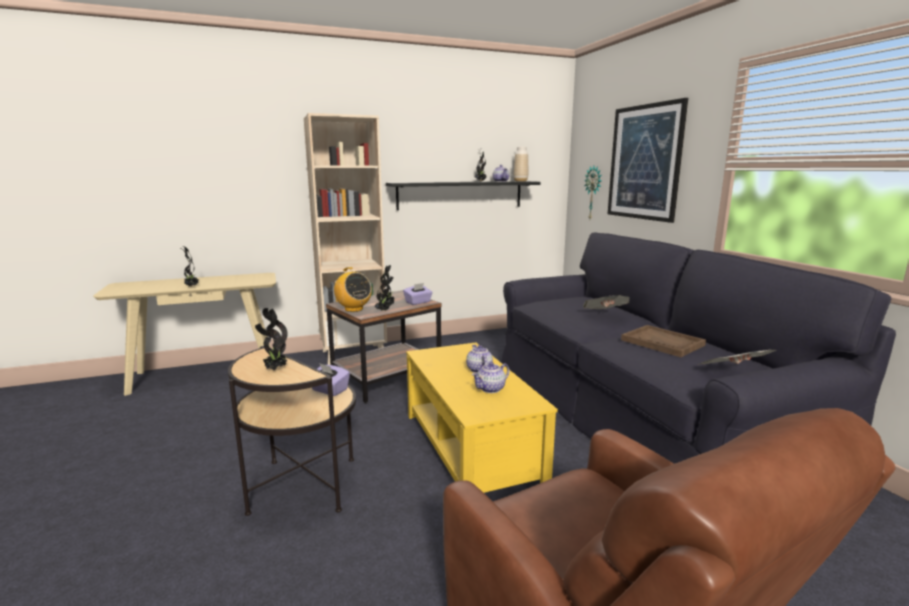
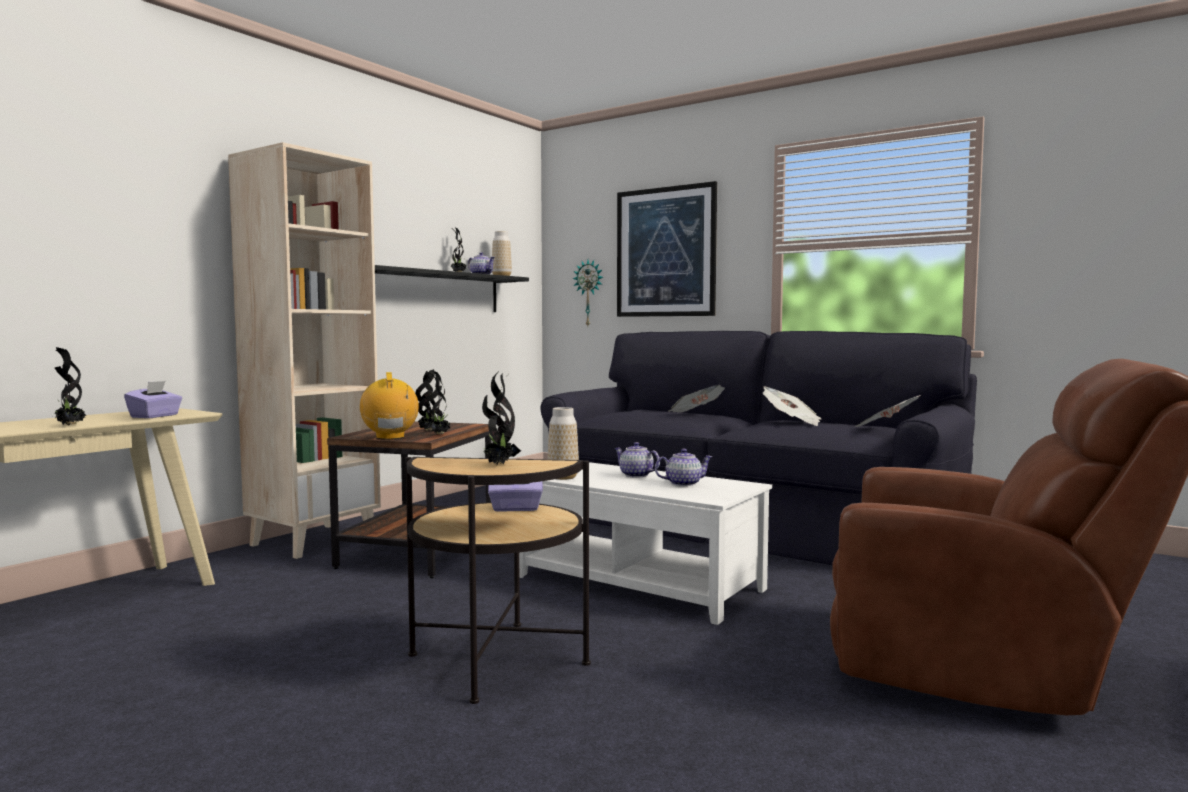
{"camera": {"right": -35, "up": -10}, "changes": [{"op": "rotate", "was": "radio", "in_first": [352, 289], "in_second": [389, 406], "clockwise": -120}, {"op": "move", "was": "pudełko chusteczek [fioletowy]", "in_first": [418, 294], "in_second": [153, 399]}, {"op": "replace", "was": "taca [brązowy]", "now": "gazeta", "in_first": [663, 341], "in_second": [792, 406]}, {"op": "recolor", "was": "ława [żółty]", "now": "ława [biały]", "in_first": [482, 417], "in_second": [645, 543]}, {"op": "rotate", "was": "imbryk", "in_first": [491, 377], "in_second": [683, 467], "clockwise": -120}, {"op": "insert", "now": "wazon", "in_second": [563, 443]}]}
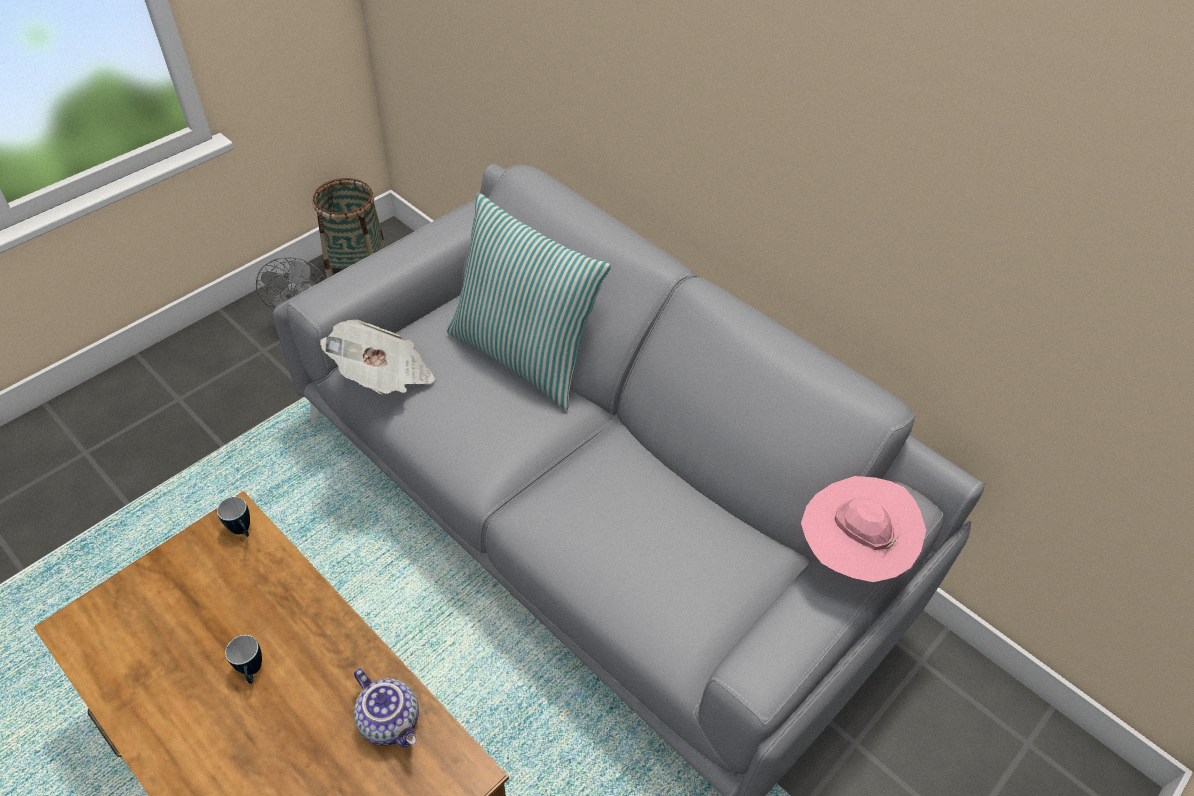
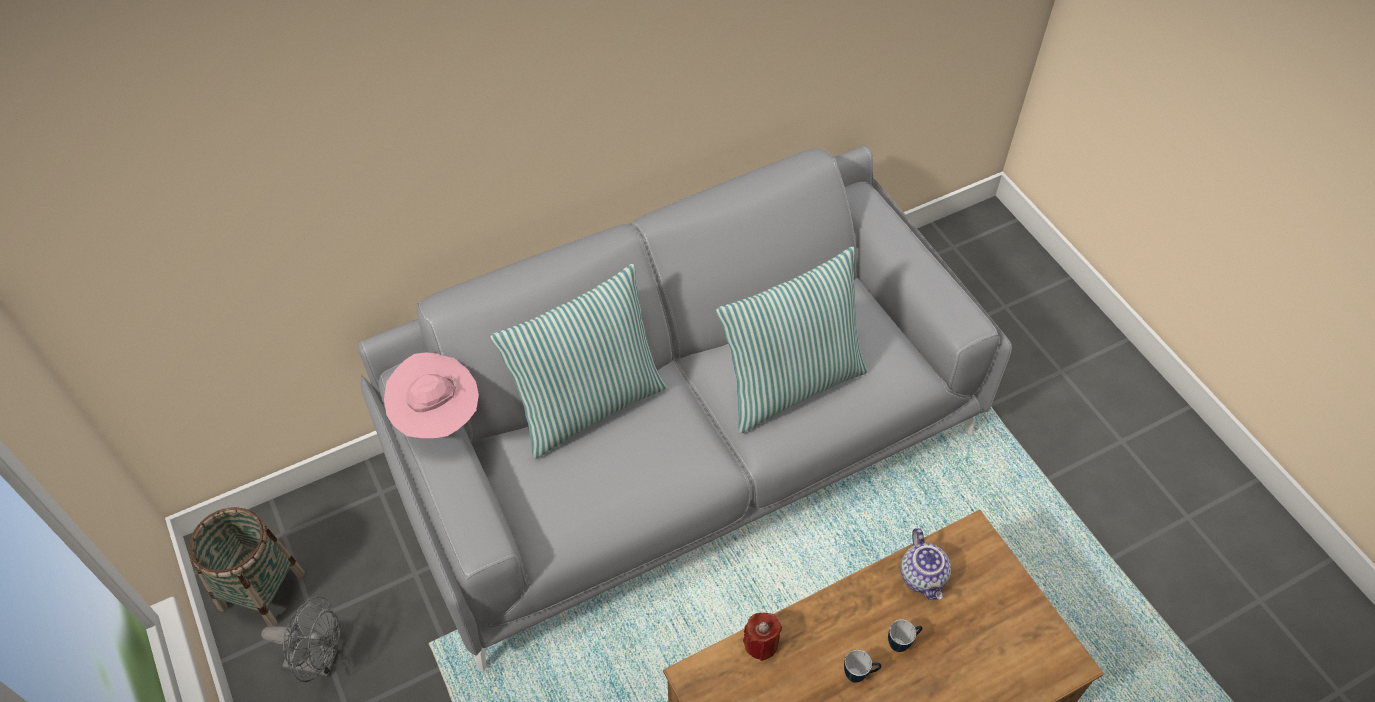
{"camera": {"right": -70, "up": 5}, "changes": [{"op": "delete", "was": "gazeta", "in_first": [378, 357]}, {"op": "move", "was": "kapelusz [różowy]", "in_first": [863, 529], "in_second": [431, 395]}, {"op": "move", "was": "kubek", "in_first": [233, 517], "in_second": [905, 635]}, {"op": "rotate", "was": "imbryk", "in_first": [386, 707], "in_second": [926, 564], "clockwise": 105}, {"op": "insert", "now": "poduszka", "in_second": [792, 340]}, {"op": "insert", "now": "świeca [czerwony]", "in_second": [762, 637]}]}
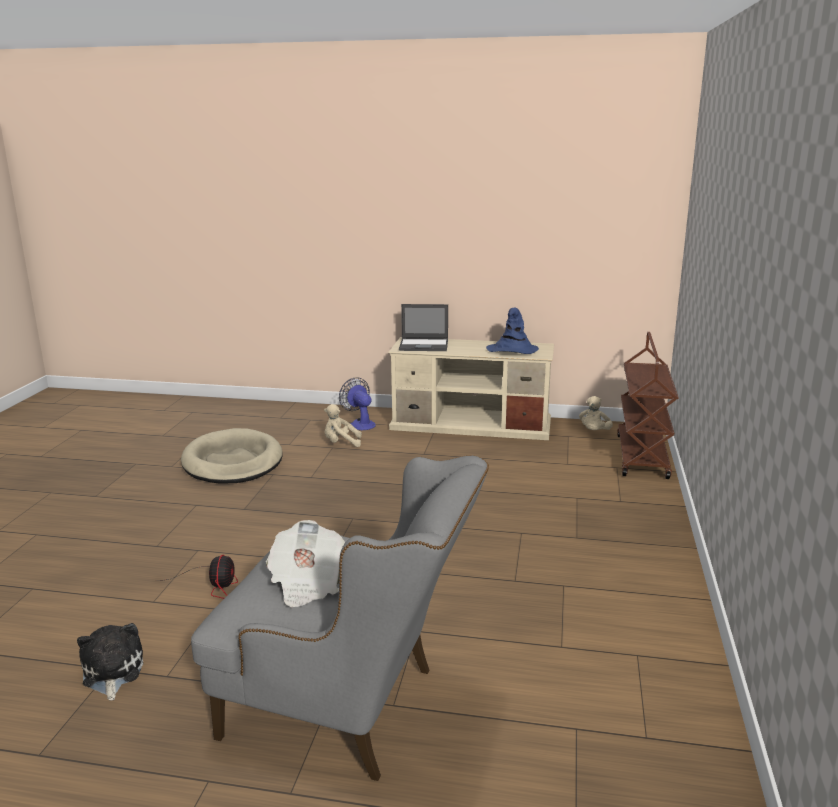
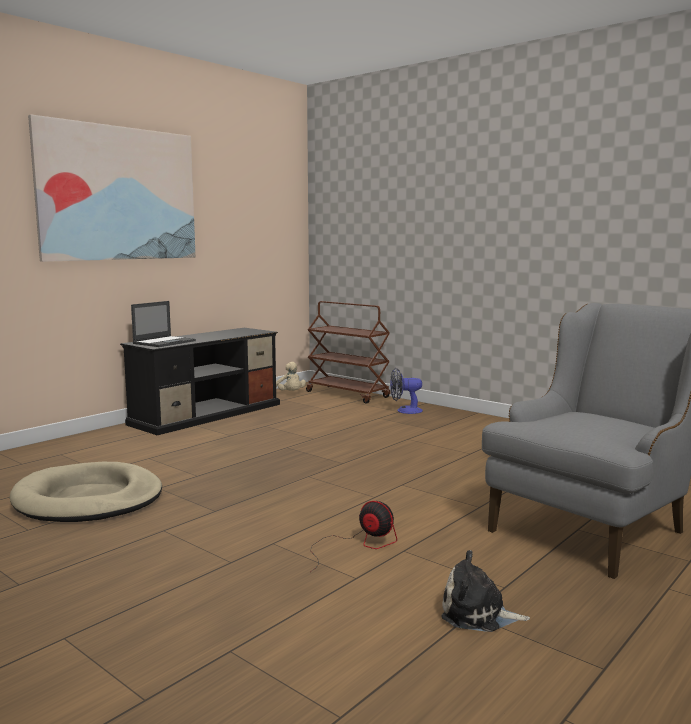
{"camera": {"right": -60, "up": -10}, "changes": [{"op": "delete", "was": "kapelusz [niebieski]", "in_first": [512, 331]}, {"op": "recolor", "was": "szafka pod telewizor [beżowy]", "now": "szafka pod telewizor [czarny]", "in_first": [471, 388], "in_second": [200, 381]}, {"op": "move", "was": "wentylator", "in_first": [357, 404], "in_second": [406, 391]}, {"op": "delete", "was": "pluszak [beżowy]", "in_first": [343, 425]}, {"op": "delete", "was": "gazeta", "in_first": [305, 563]}, {"op": "insert", "now": "obraz", "in_second": [111, 188]}]}
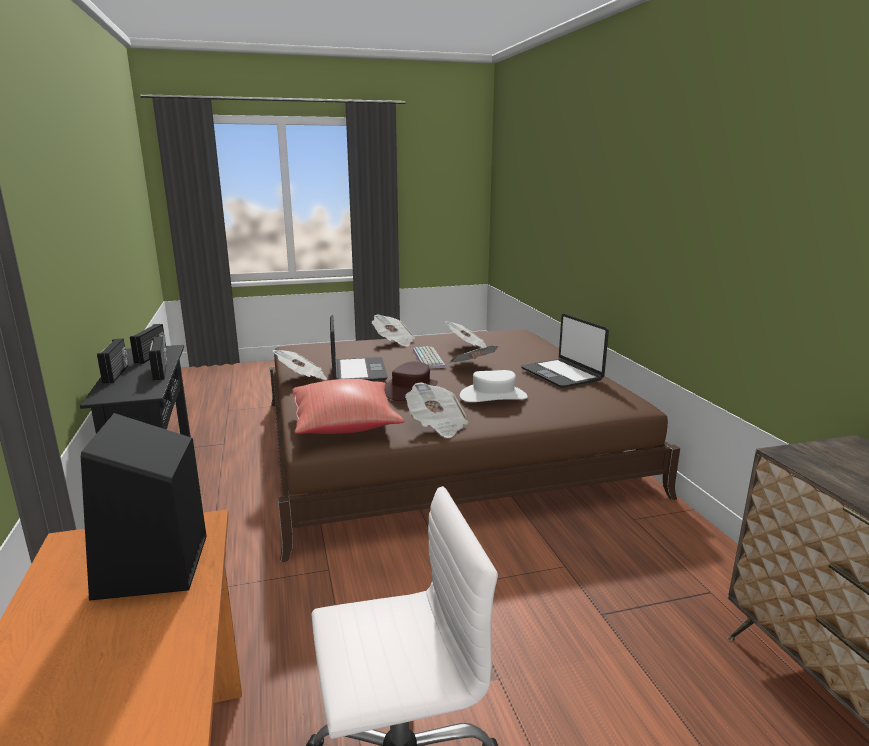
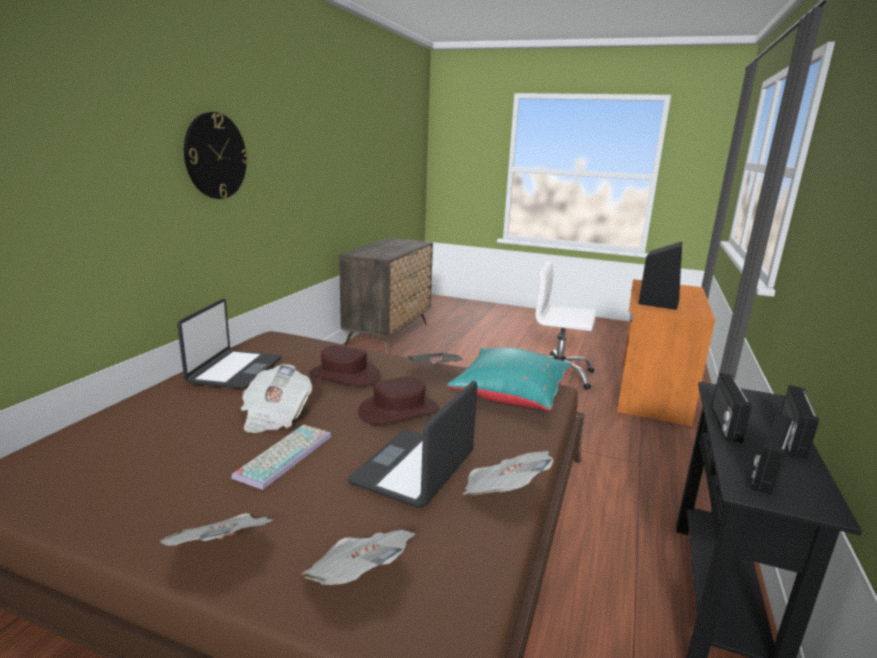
{"camera": {"right": -145, "up": 0}, "changes": [{"op": "move", "was": "gazeta", "in_first": [466, 334], "in_second": [358, 557]}, {"op": "recolor", "was": "kapelusz [biały]", "now": "kapelusz [brązowy]", "in_first": [494, 386], "in_second": [344, 365]}, {"op": "recolor", "was": "poduszka [czerwony]", "now": "poduszka [turkusowy]", "in_first": [348, 406], "in_second": [509, 379]}, {"op": "insert", "now": "zegar ścienny", "in_second": [216, 155]}]}
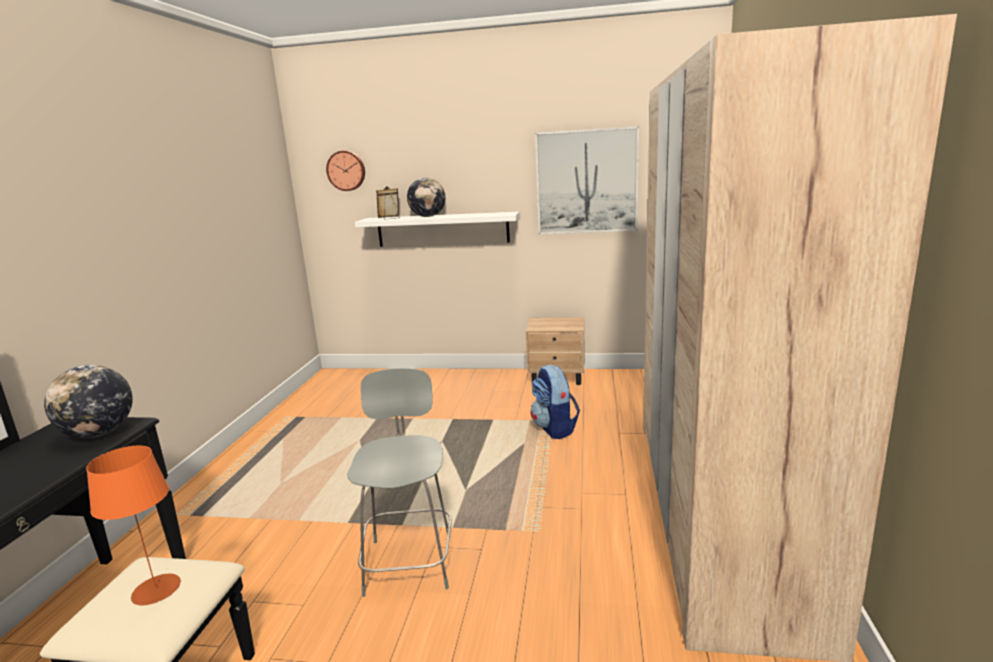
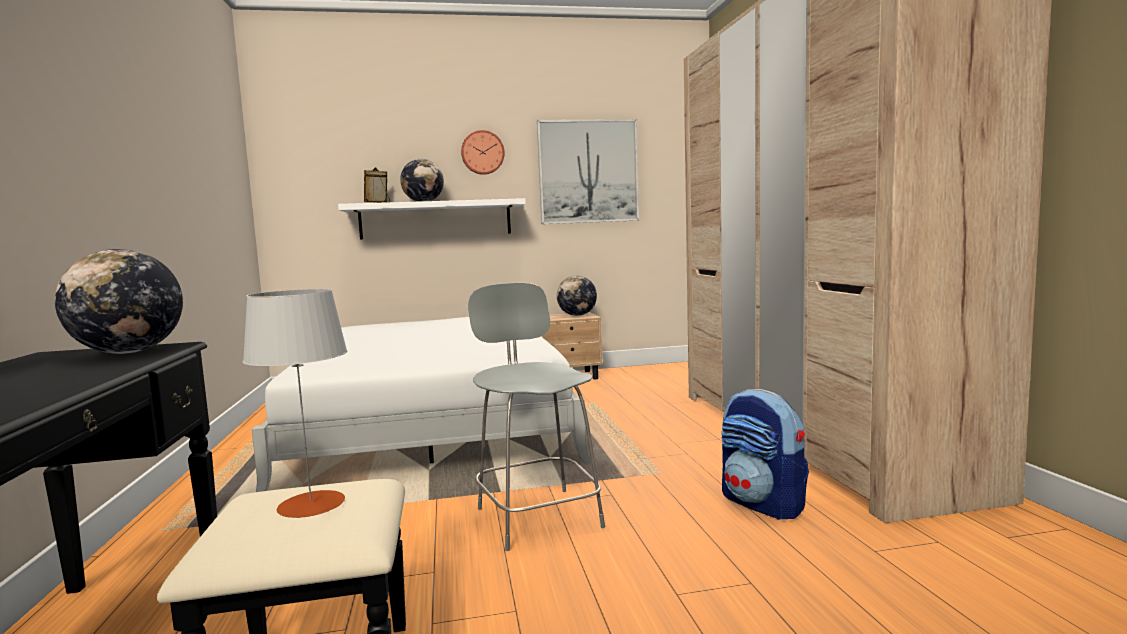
{"camera": {"right": -20, "up": -10}, "changes": [{"op": "move", "was": "zegar ścienny", "in_first": [345, 171], "in_second": [483, 152]}, {"op": "move", "was": "plecak", "in_first": [555, 402], "in_second": [765, 454]}, {"op": "recolor", "was": "lampa stołowa [pomarańczowy]", "now": "lampa stołowa [szary]", "in_first": [133, 525], "in_second": [295, 403]}, {"op": "insert", "now": "globus", "in_second": [577, 296]}, {"op": "insert", "now": "łóżko [biały]", "in_second": [421, 404]}]}
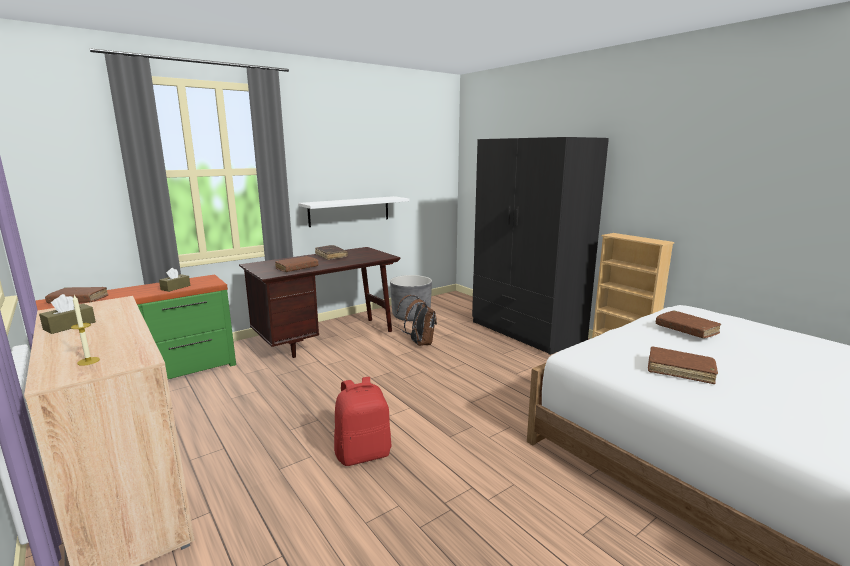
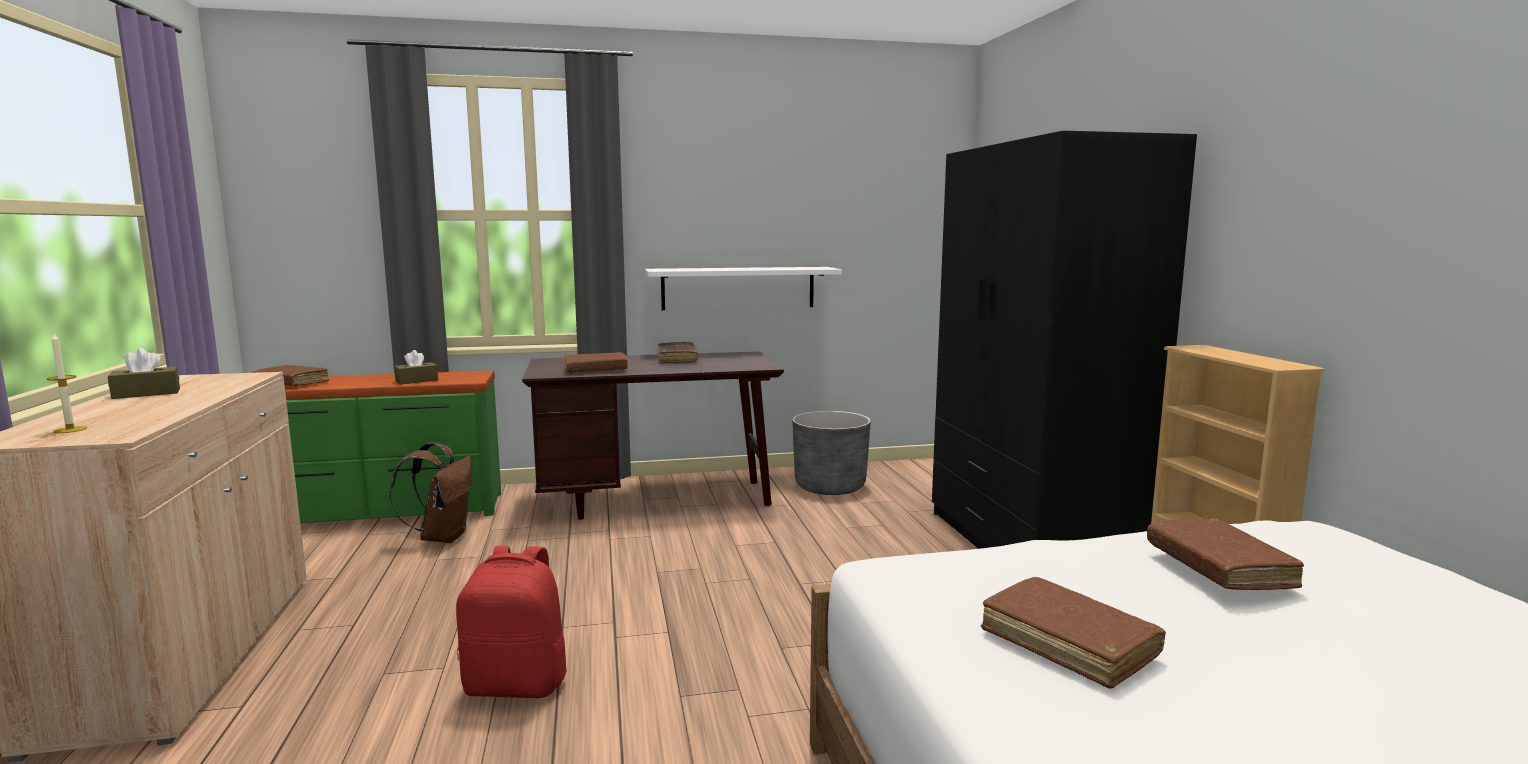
{"camera": {"right": 25, "up": -5}, "changes": [{"op": "move", "was": "plecak [brązowy]", "in_first": [416, 320], "in_second": [431, 492]}]}
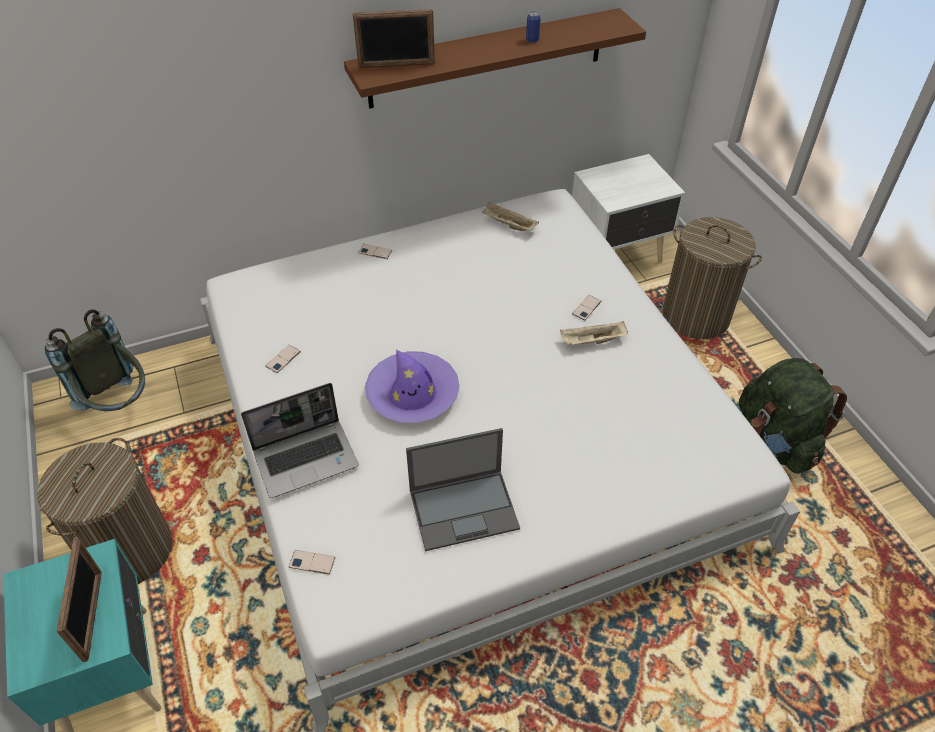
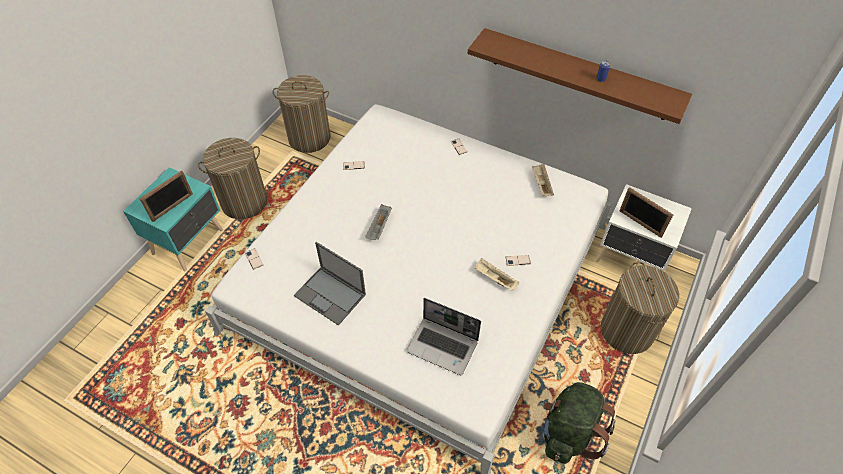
{"camera": {"right": 50, "up": 5}, "changes": [{"op": "move", "was": "ramka na zdjęcie", "in_first": [394, 38], "in_second": [646, 212]}, {"op": "replace", "was": "plecak [szary]", "now": "kosz na pranie", "in_first": [95, 360], "in_second": [302, 114]}, {"op": "replace", "was": "kapelusz [fioletowy]", "now": "taca [szary]", "in_first": [412, 386], "in_second": [378, 222]}, {"op": "move", "was": "laptop", "in_first": [300, 440], "in_second": [443, 336]}]}
